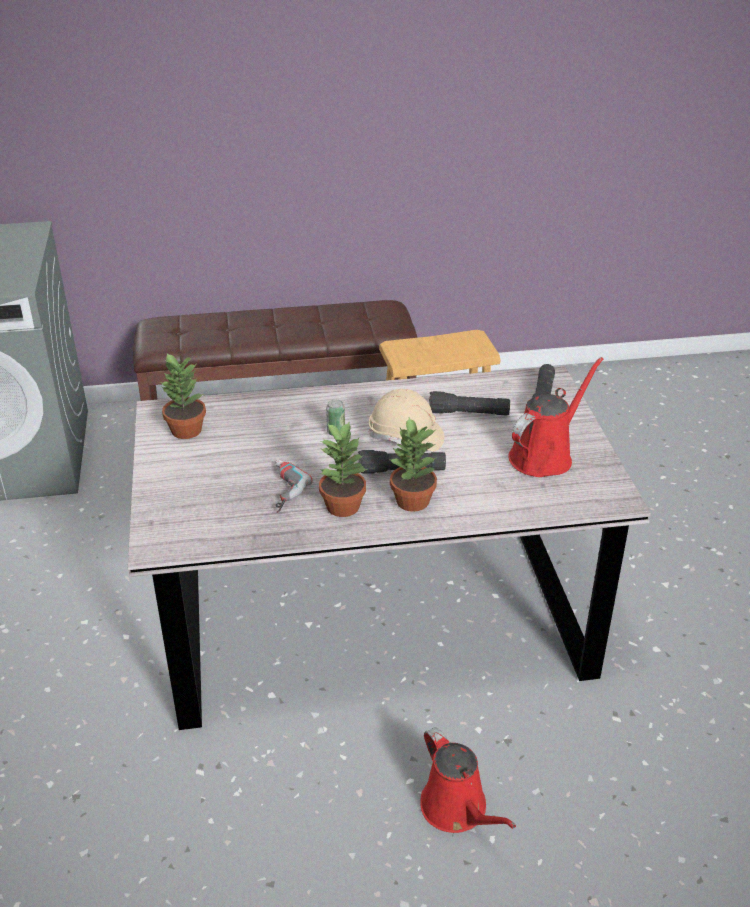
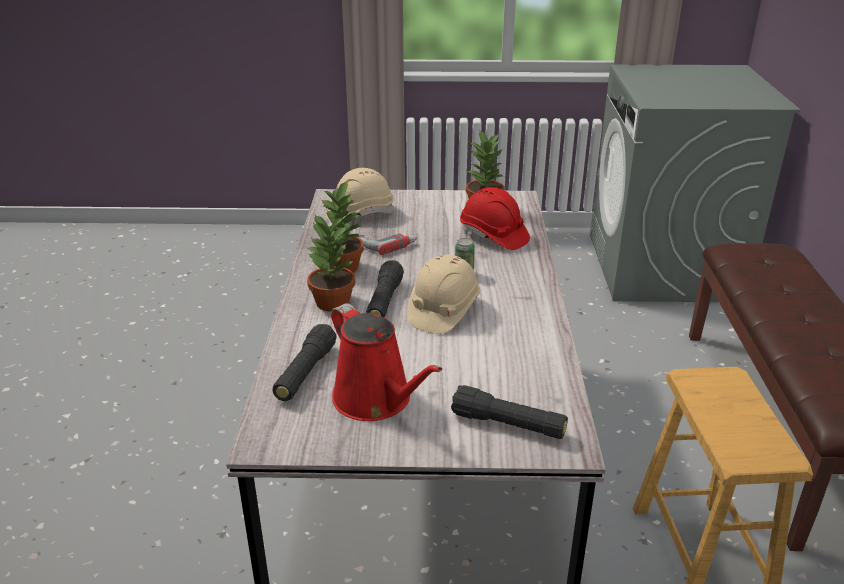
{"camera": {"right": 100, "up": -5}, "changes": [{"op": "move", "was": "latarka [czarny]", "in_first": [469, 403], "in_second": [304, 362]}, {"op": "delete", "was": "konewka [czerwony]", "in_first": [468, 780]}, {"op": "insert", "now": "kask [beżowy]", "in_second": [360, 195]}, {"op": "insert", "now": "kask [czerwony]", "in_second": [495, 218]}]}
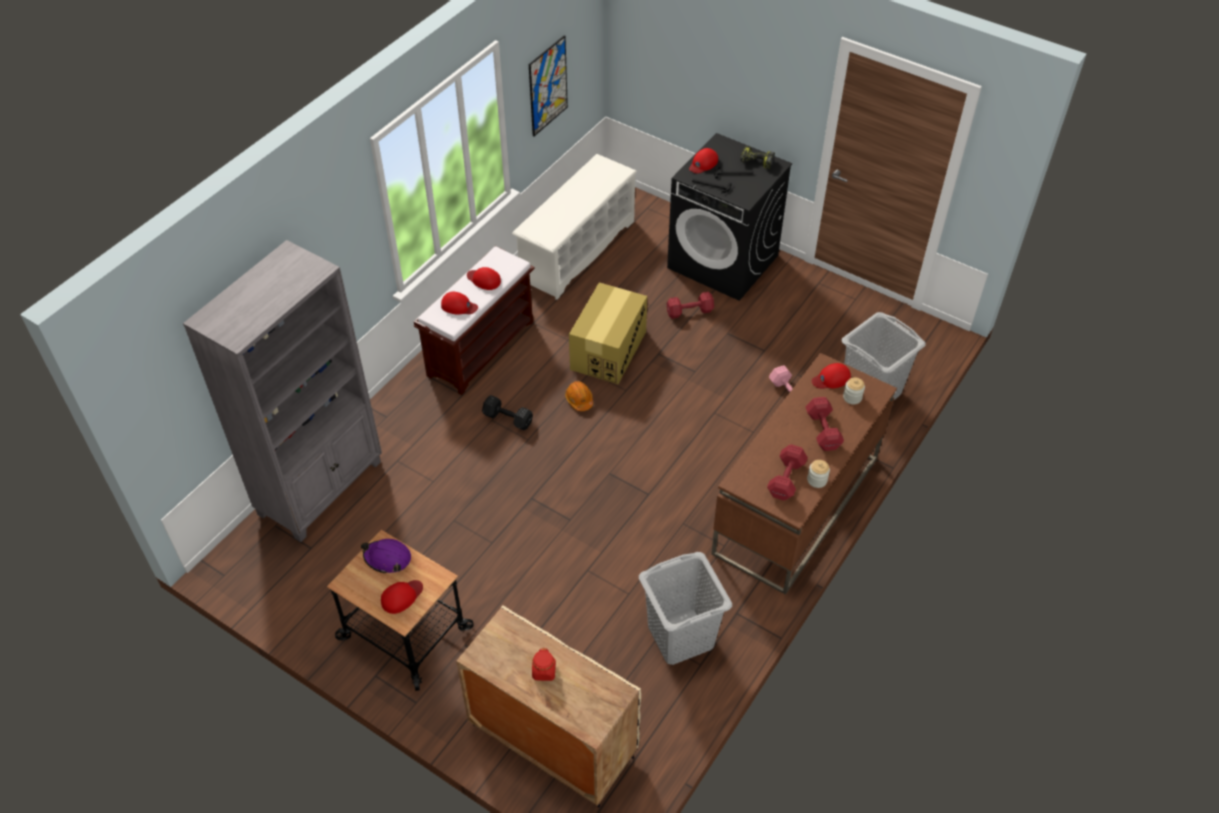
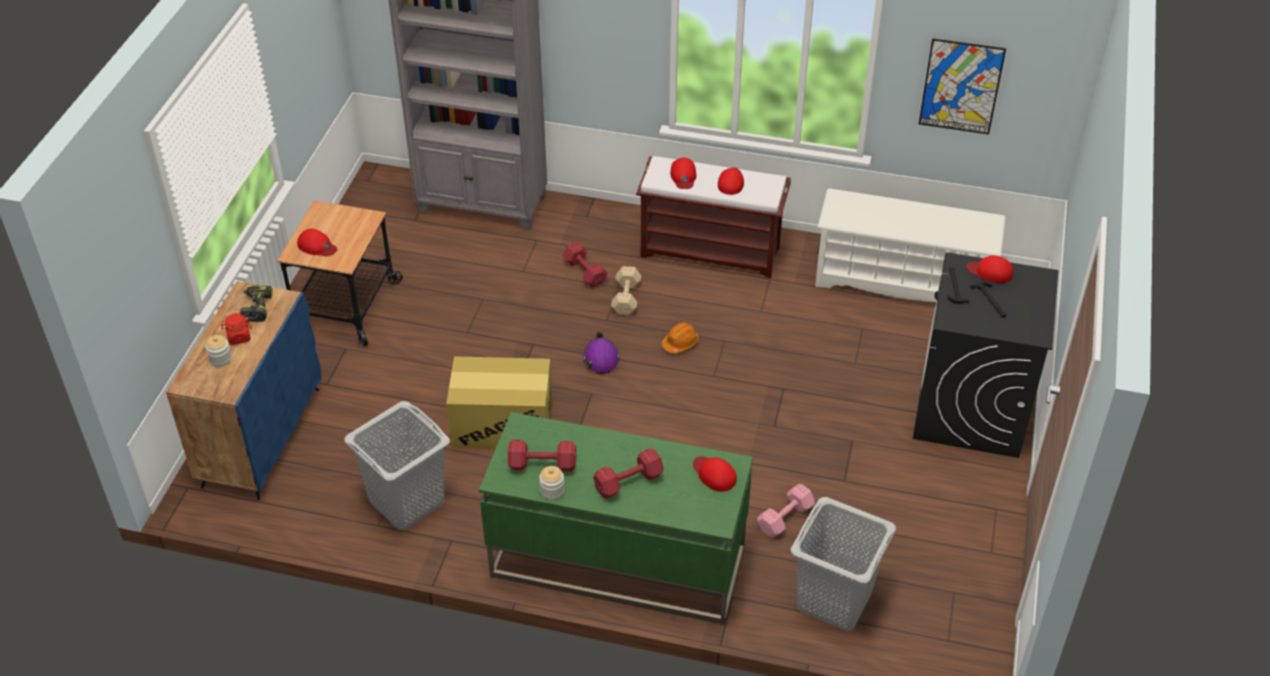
{"camera": {"right": 70, "up": -5}, "changes": [{"op": "move", "was": "wiertarka", "in_first": [757, 157], "in_second": [256, 303]}, {"op": "move", "was": "karton", "in_first": [608, 333], "in_second": [499, 402]}, {"op": "move", "was": "hantel [czerwony]", "in_first": [690, 305], "in_second": [585, 264]}, {"op": "recolor", "was": "biurko [brązowy]", "now": "biurko [zielony]", "in_first": [804, 474], "in_second": [616, 518]}, {"op": "move", "was": "słoik", "in_first": [854, 391], "in_second": [218, 351]}, {"op": "recolor", "was": "hantel [czarny]", "now": "hantel [beżowy]", "in_first": [507, 412], "in_second": [626, 290]}, {"op": "move", "was": "kask [fioletowy]", "in_first": [386, 556], "in_second": [601, 352]}, {"op": "recolor", "was": "szafka [beżowy]", "now": "szafka [niebieski]", "in_first": [548, 706], "in_second": [243, 390]}]}
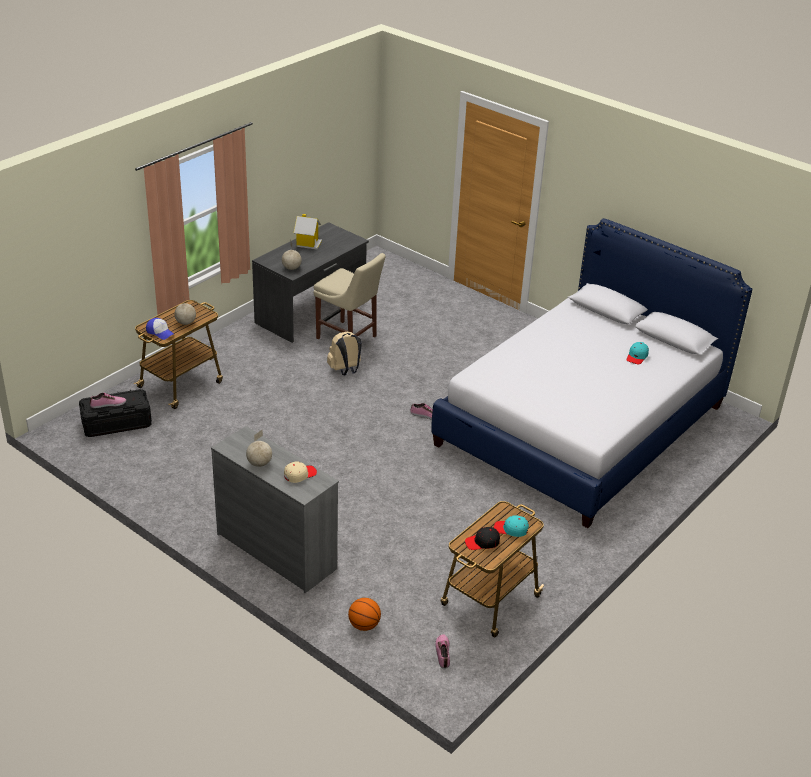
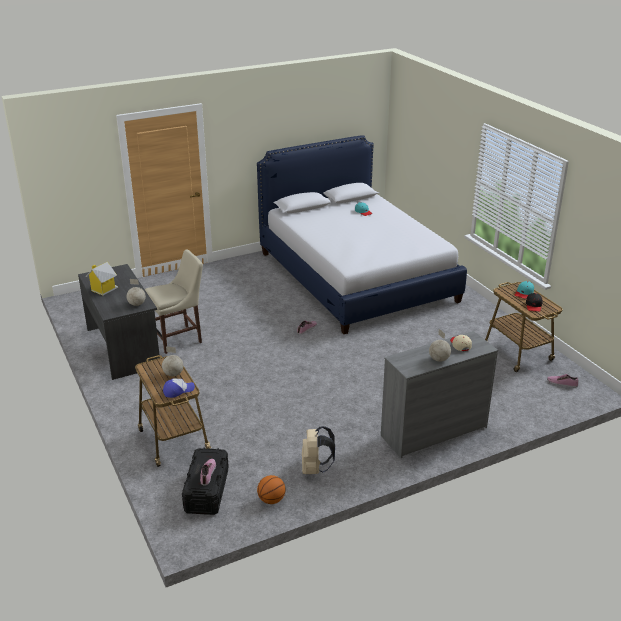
{"camera": {"right": -65, "up": -5}, "changes": [{"op": "move", "was": "plecak [beżowy]", "in_first": [344, 353], "in_second": [318, 450]}, {"op": "move", "was": "piłka do koszykówki", "in_first": [364, 614], "in_second": [271, 489]}]}
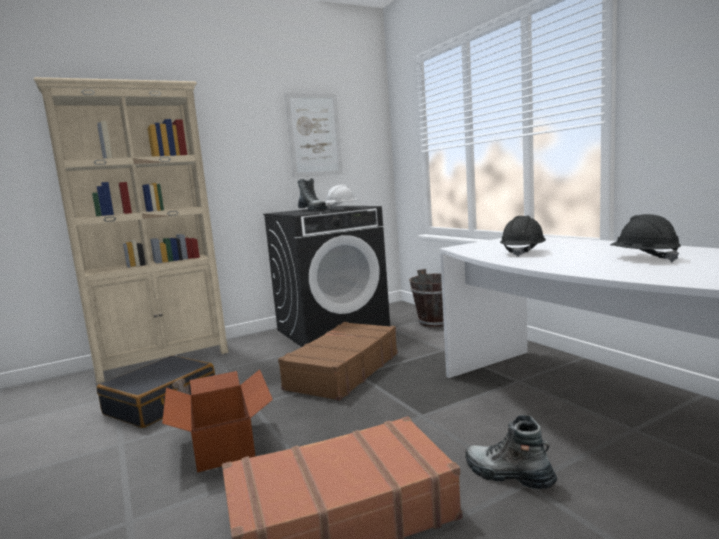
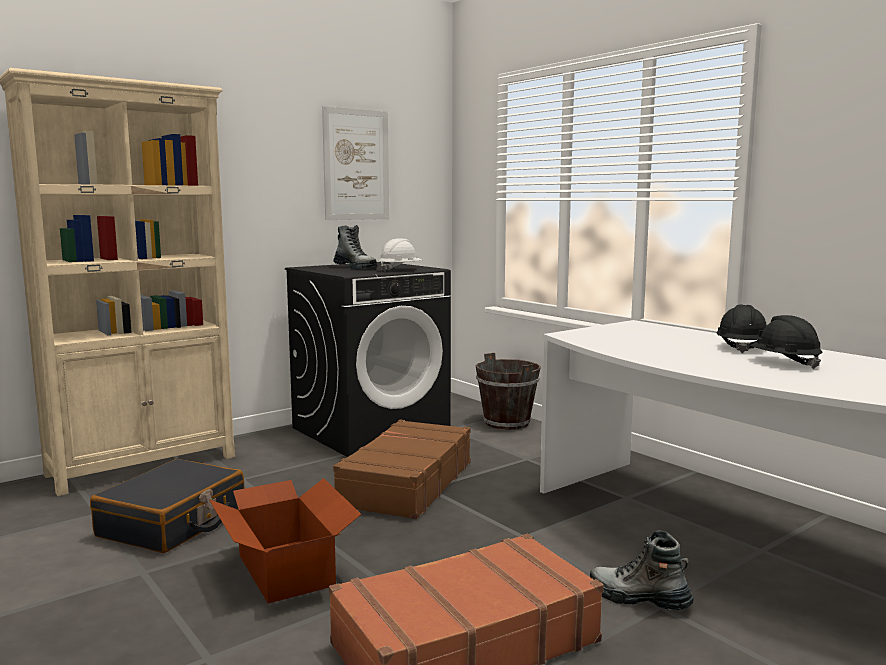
{"camera": {"right": -10, "up": 0}, "changes": [{"op": "move", "was": "kask [czarny]", "in_first": [523, 236], "in_second": [741, 328]}]}
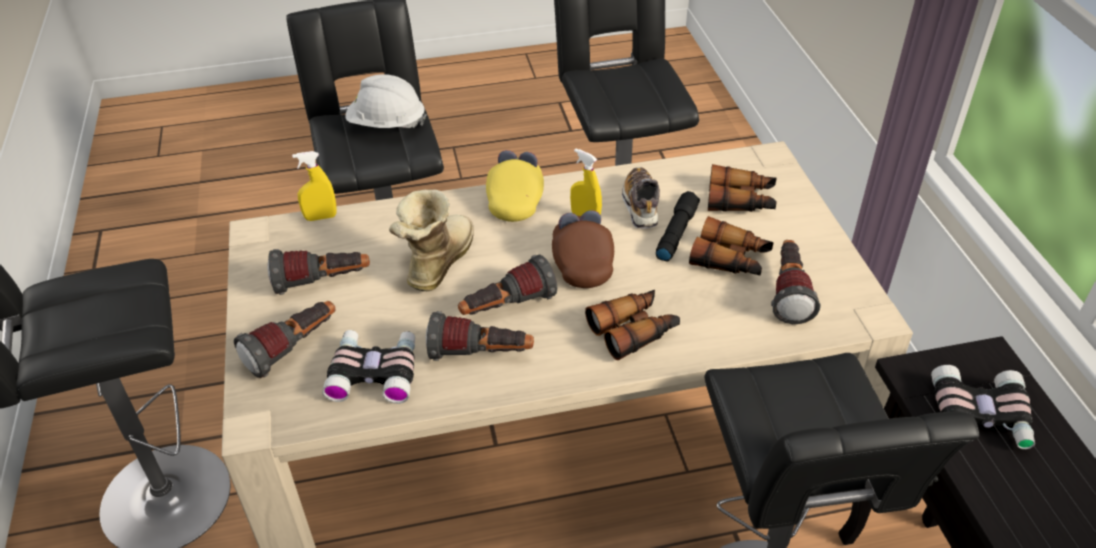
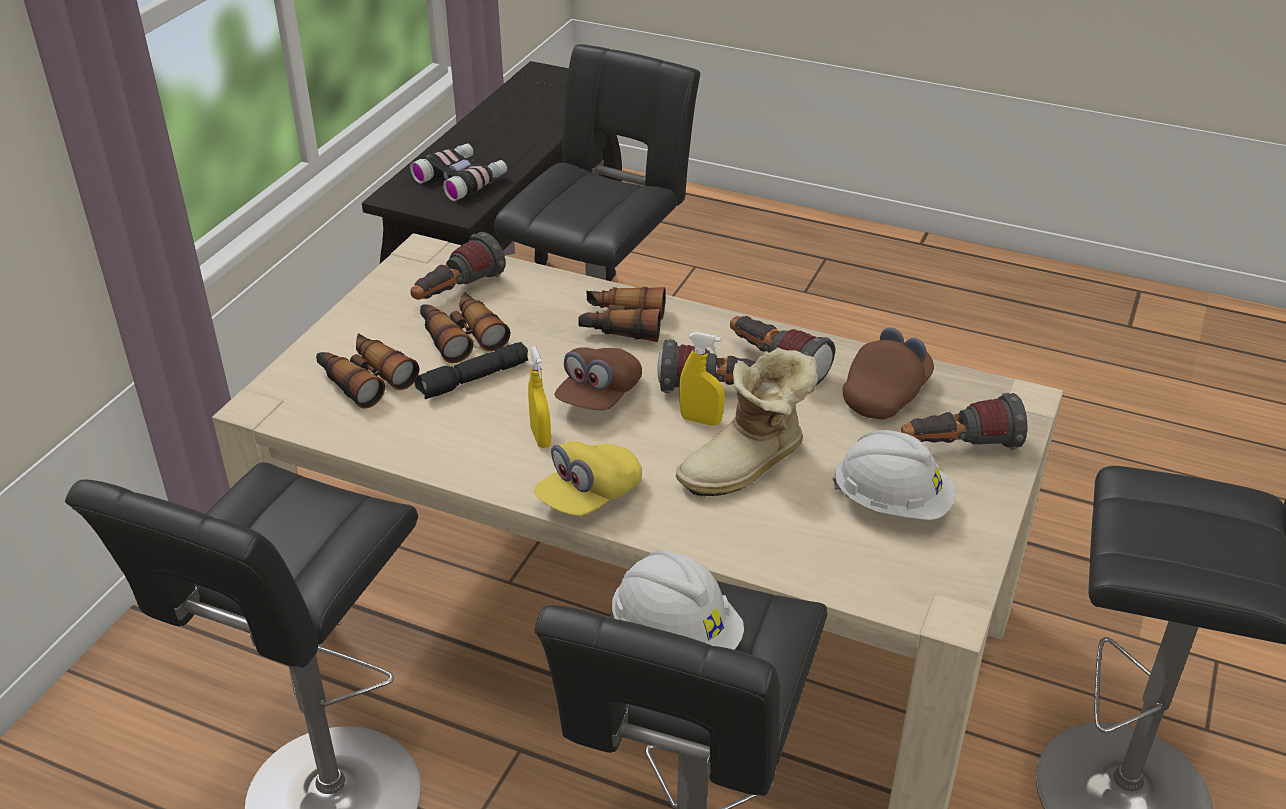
{"camera": {"right": -145, "up": -5}, "changes": [{"op": "move", "was": "spryskiwacz [żółty]", "in_first": [314, 186], "in_second": [702, 379]}, {"op": "delete", "was": "but", "in_first": [641, 198]}, {"op": "replace", "was": "latarka", "now": "kask [biały]", "in_first": [318, 272], "in_second": [893, 475]}, {"op": "replace", "was": "lornetka", "now": "czapka z daszkiem [brązowy]", "in_first": [368, 367], "in_second": [888, 373]}]}
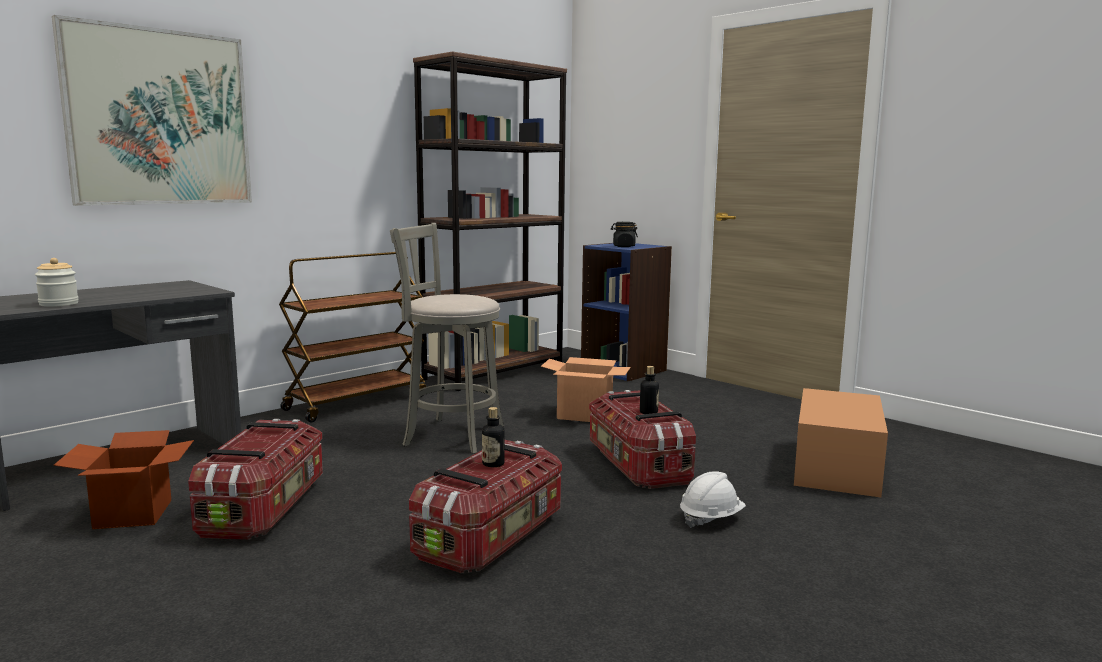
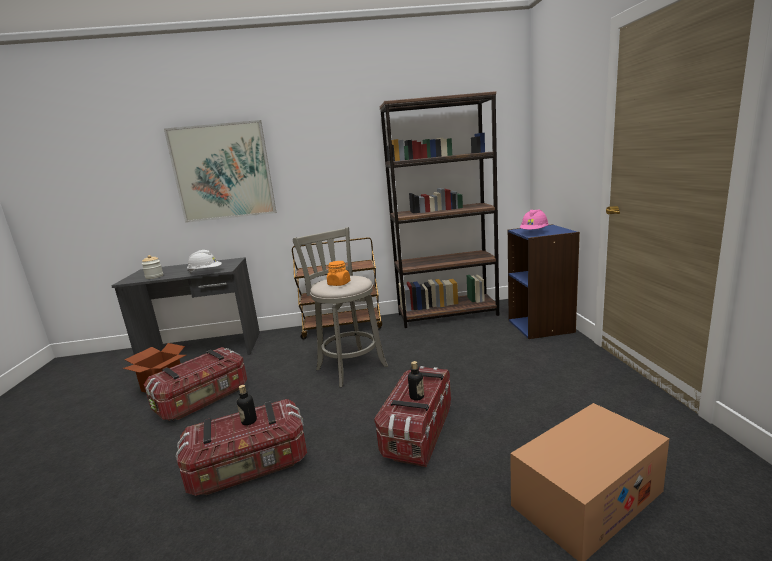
{"camera": {"right": 40, "up": 5}, "changes": [{"op": "replace", "was": "słoik [czarny]", "now": "kask [różowy]", "in_first": [624, 234], "in_second": [534, 220]}, {"op": "delete", "was": "karton", "in_first": [586, 389]}, {"op": "move", "was": "kask [biały]", "in_first": [713, 499], "in_second": [204, 261]}, {"op": "insert", "now": "słoik [pomarańczowy]", "in_second": [338, 273]}]}
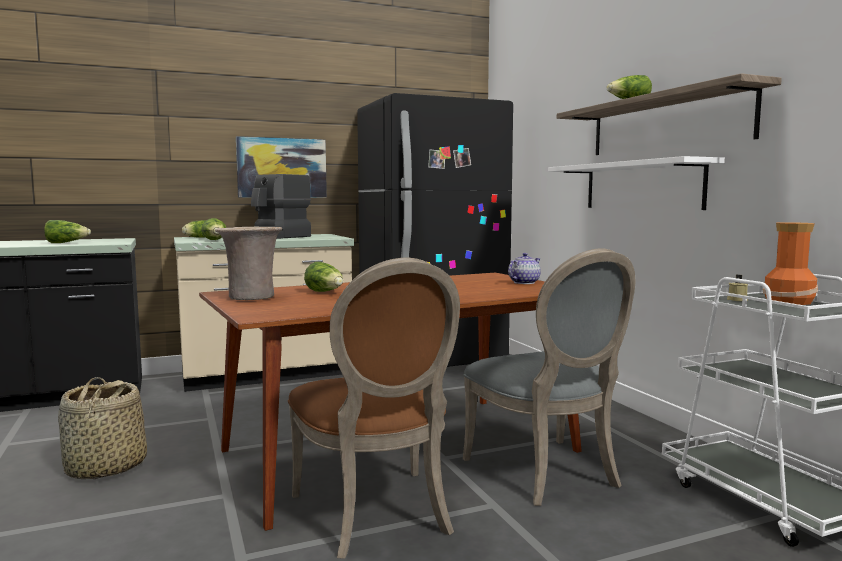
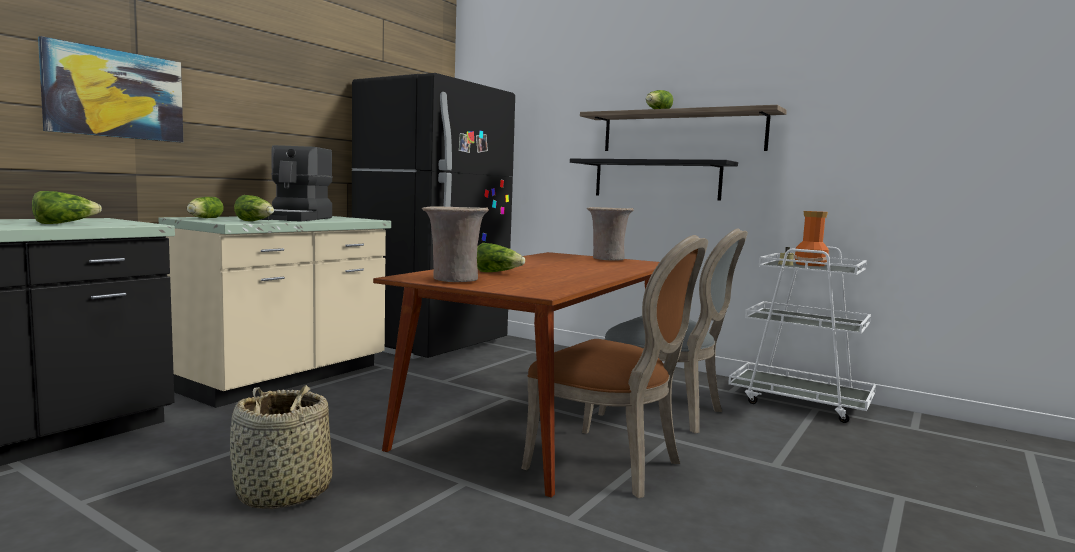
{"camera": {"right": -35, "up": 0}, "changes": [{"op": "move", "was": "obraz", "in_first": [281, 167], "in_second": [110, 89]}, {"op": "recolor", "was": "półka [biały]", "now": "półka [czarny]", "in_first": [636, 183], "in_second": [654, 180]}, {"op": "replace", "was": "imbryk", "now": "wazon [beżowy]", "in_first": [524, 268], "in_second": [610, 234]}]}
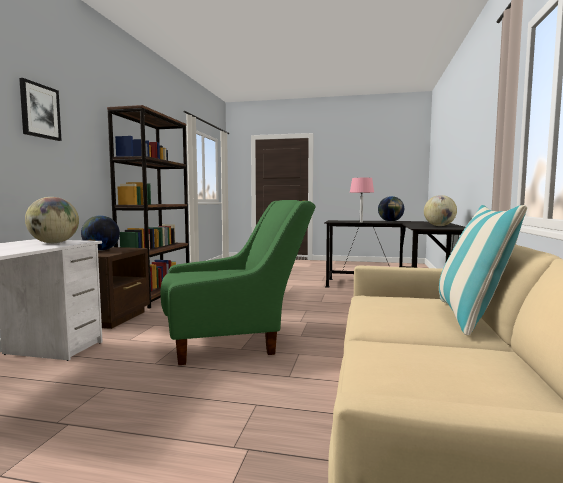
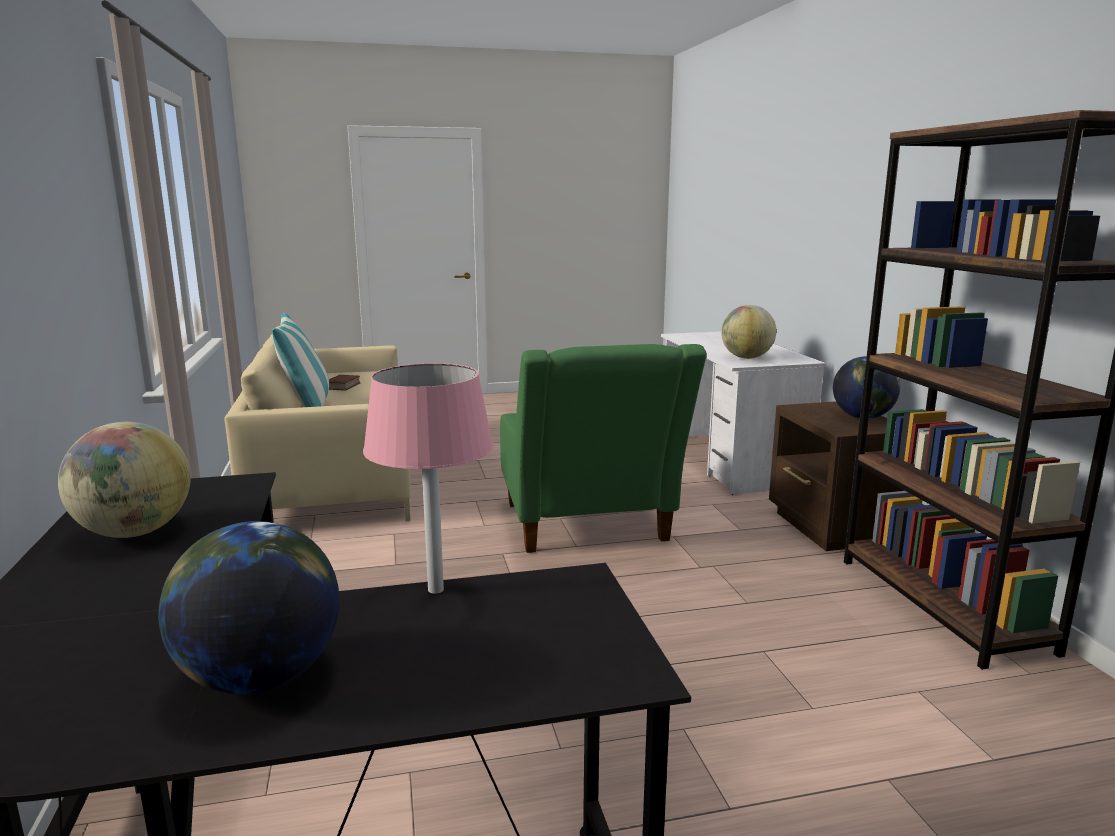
{"camera": {"right": 155, "up": 10}, "changes": [{"op": "delete", "was": "obraz", "in_first": [40, 109]}, {"op": "rotate", "was": "fotel [zielony]", "in_first": [238, 282], "in_second": [603, 448], "clockwise": -60}, {"op": "insert", "now": "książka", "in_second": [344, 383]}]}
